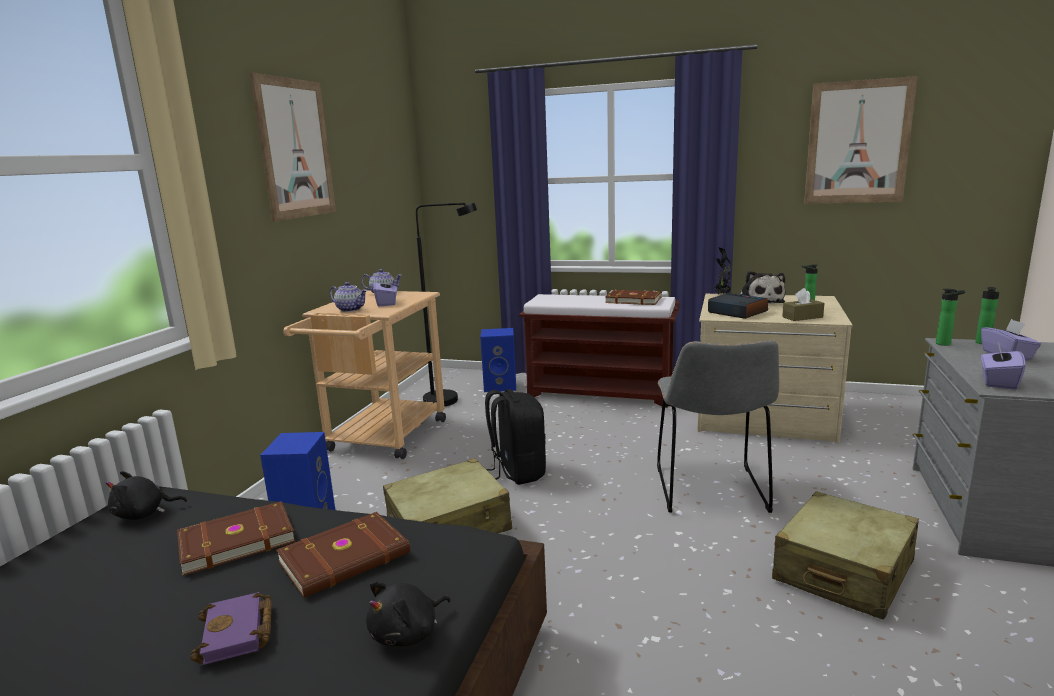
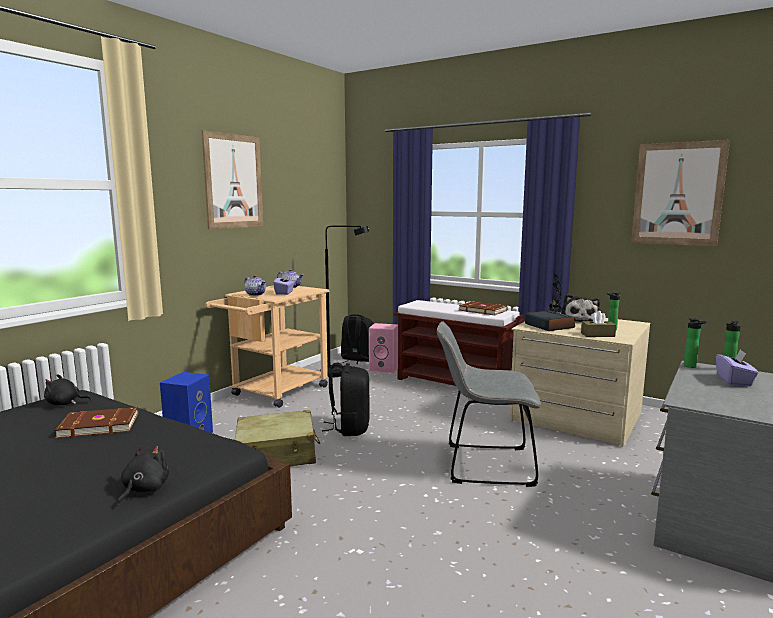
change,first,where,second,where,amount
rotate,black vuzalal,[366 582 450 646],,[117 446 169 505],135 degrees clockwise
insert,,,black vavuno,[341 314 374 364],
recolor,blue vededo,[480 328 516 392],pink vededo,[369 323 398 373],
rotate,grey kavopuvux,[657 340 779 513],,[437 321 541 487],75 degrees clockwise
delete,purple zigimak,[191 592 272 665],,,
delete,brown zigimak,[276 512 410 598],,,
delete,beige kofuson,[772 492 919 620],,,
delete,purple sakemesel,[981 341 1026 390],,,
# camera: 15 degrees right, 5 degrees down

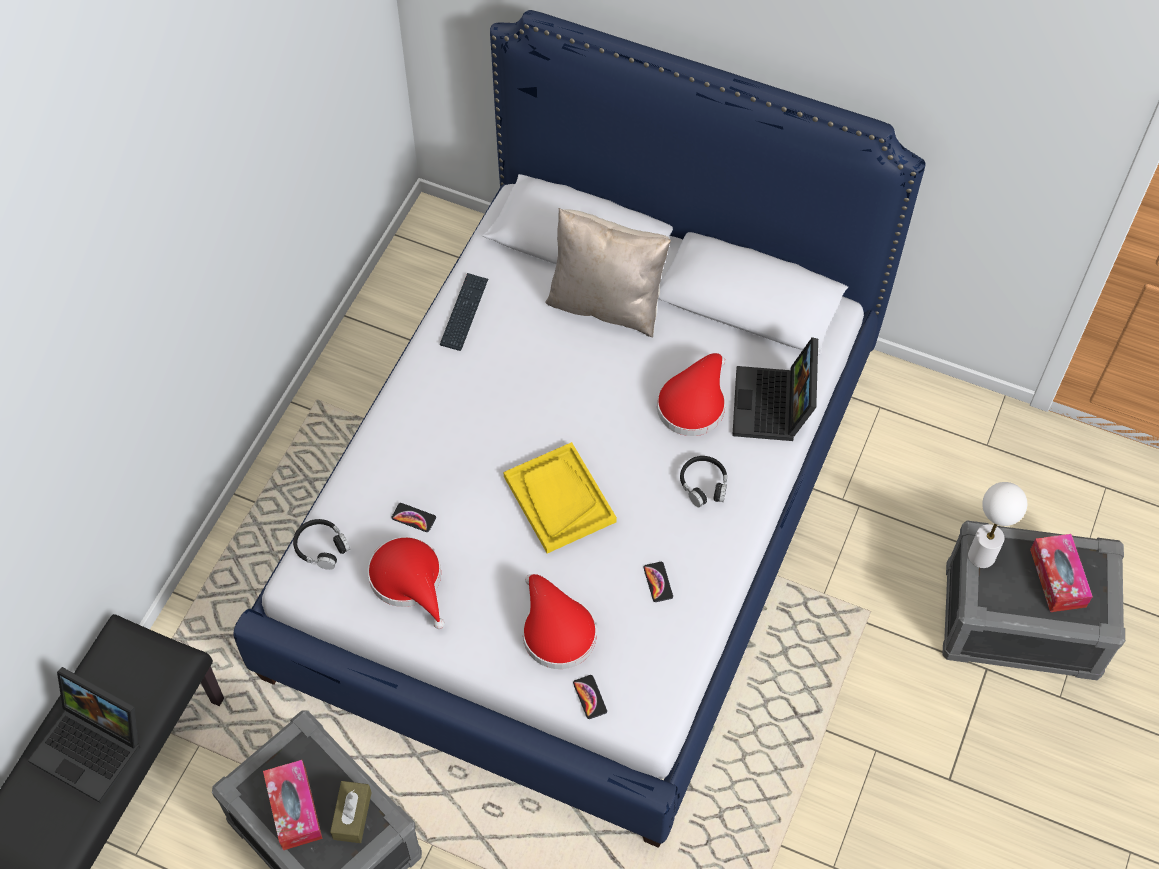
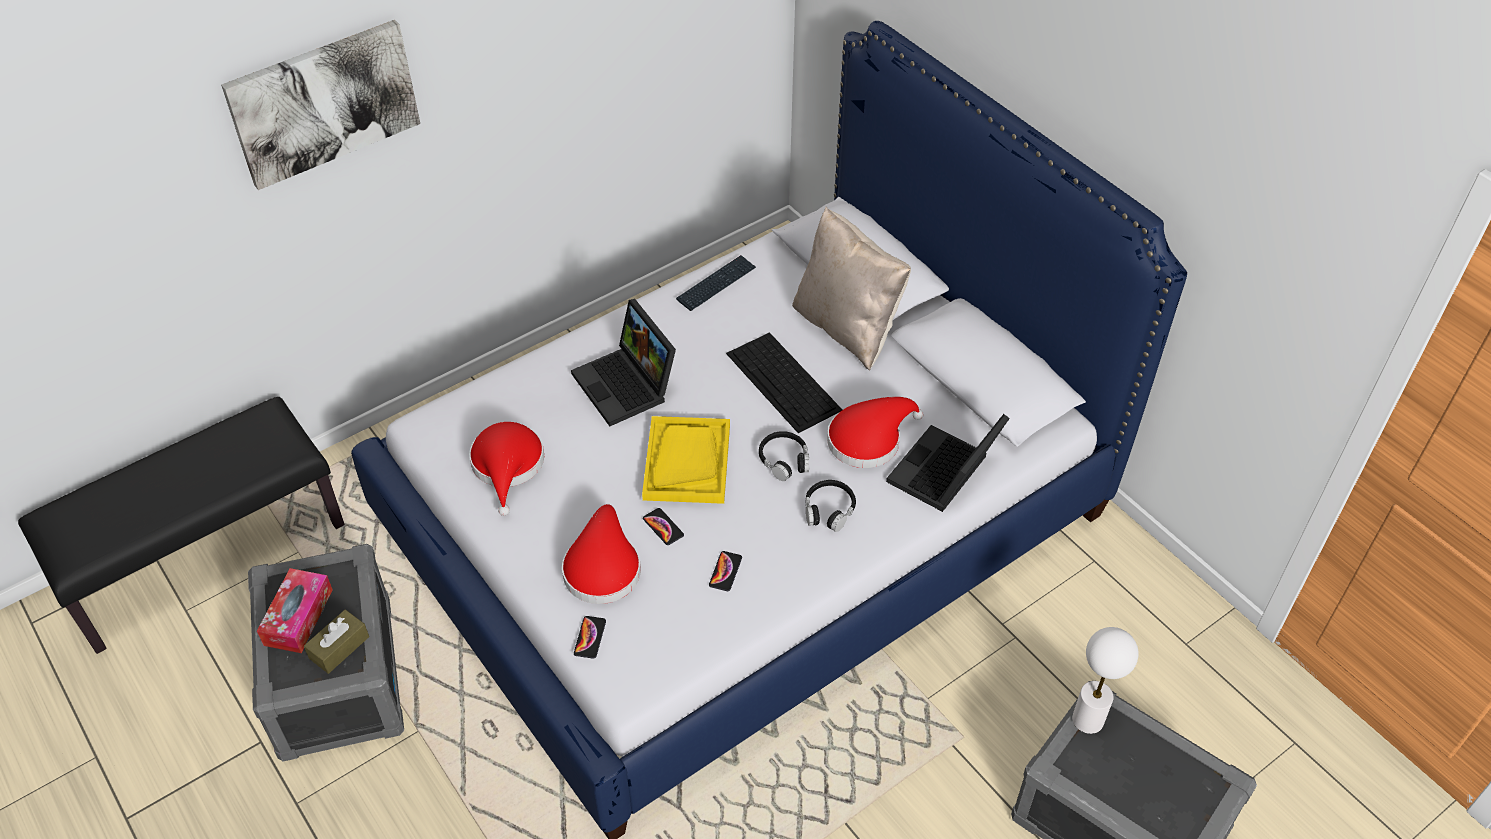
change,first,where,second,where,amount
insert,,,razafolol,[221 20 420 190],
move,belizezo,[28 667 140 803],,[571 299 676 426],
move,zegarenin,[392 503 436 532],,[643 508 684 545],
insert,,,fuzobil,[726 332 842 433],
move,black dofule,[293 519 350 570],,[759 431 809 481],
delete,sakemesel,[1030 534 1093 612],,,
# camera: 30 degrees right, 10 degrees down

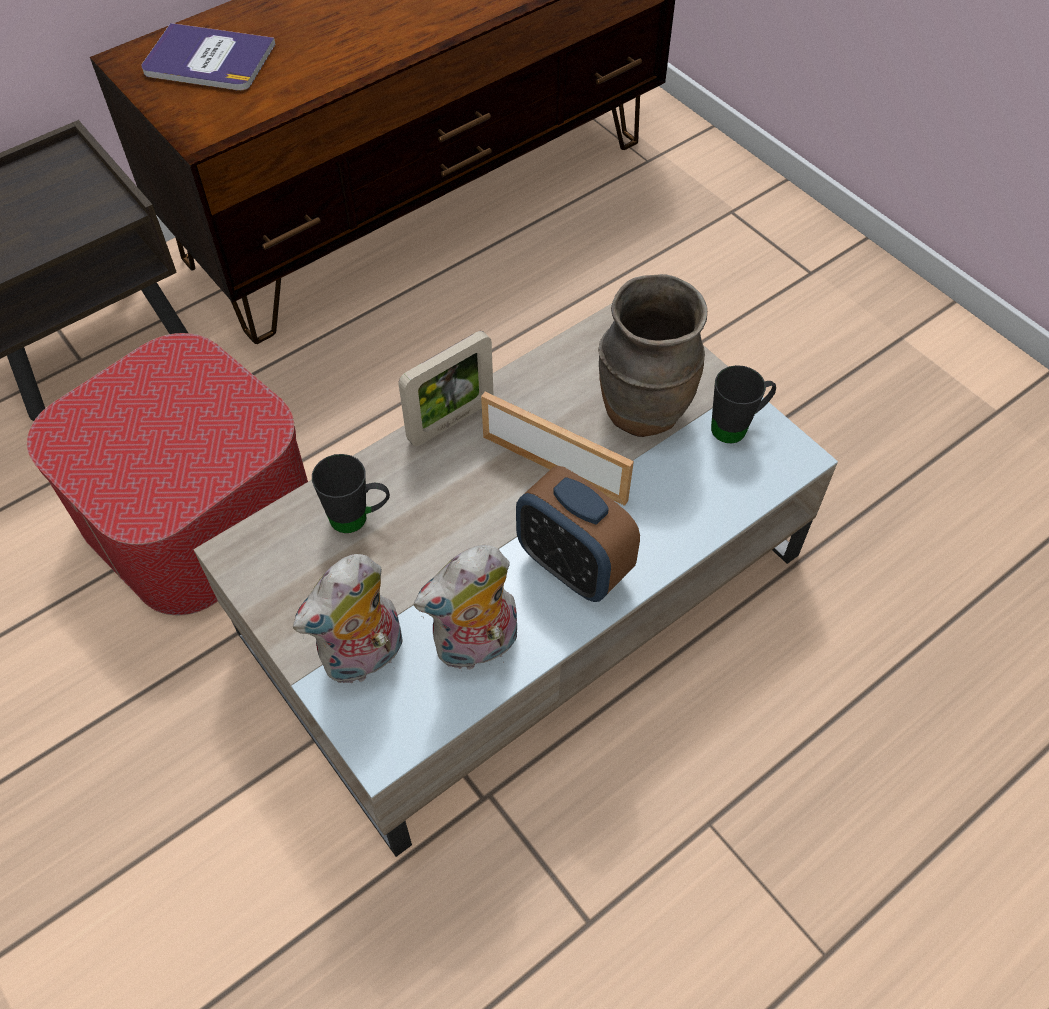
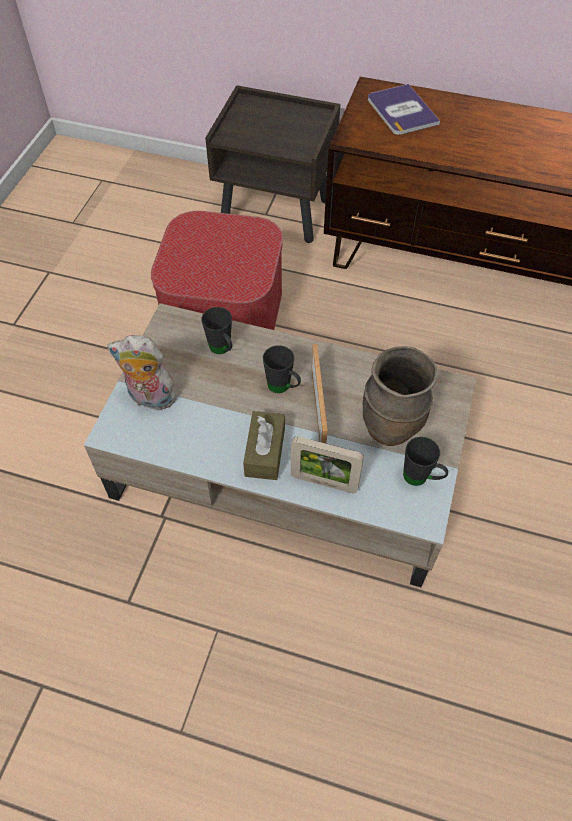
change,first,where,second,where,amount
replace,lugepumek,[516 466 640 602],brown sakemesel,[243 411 285 480],
insert,,,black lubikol,[263 345 301 393],
move,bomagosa,[398 331 494 446],,[291 436 364 493],
delete,vuzalal,[414 545 517 672],,,
# camera: 55 degrees right, 0 degrees up

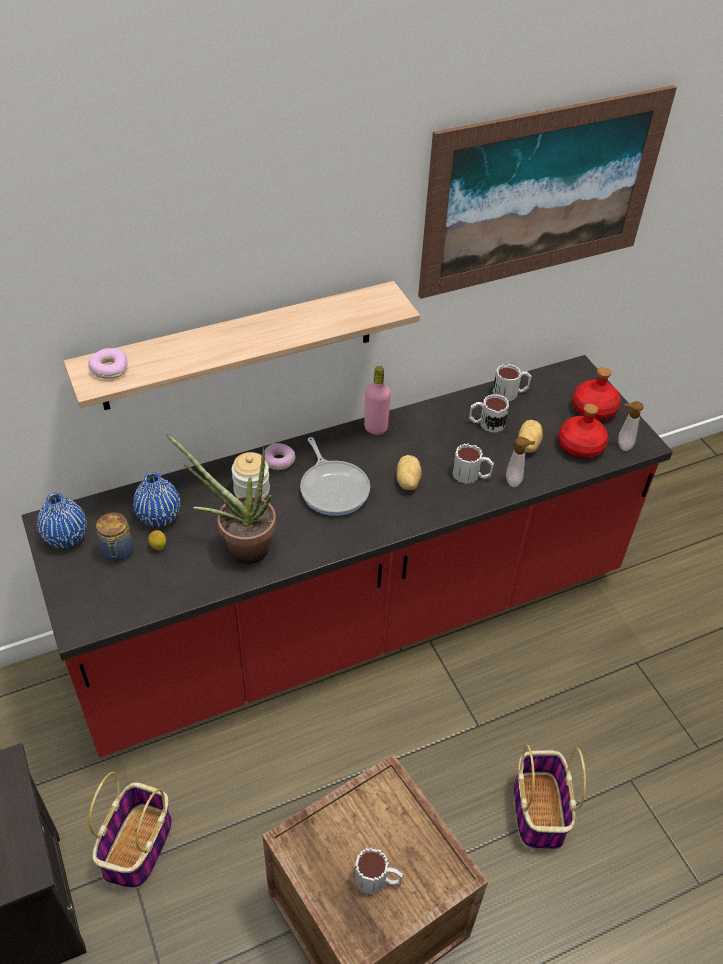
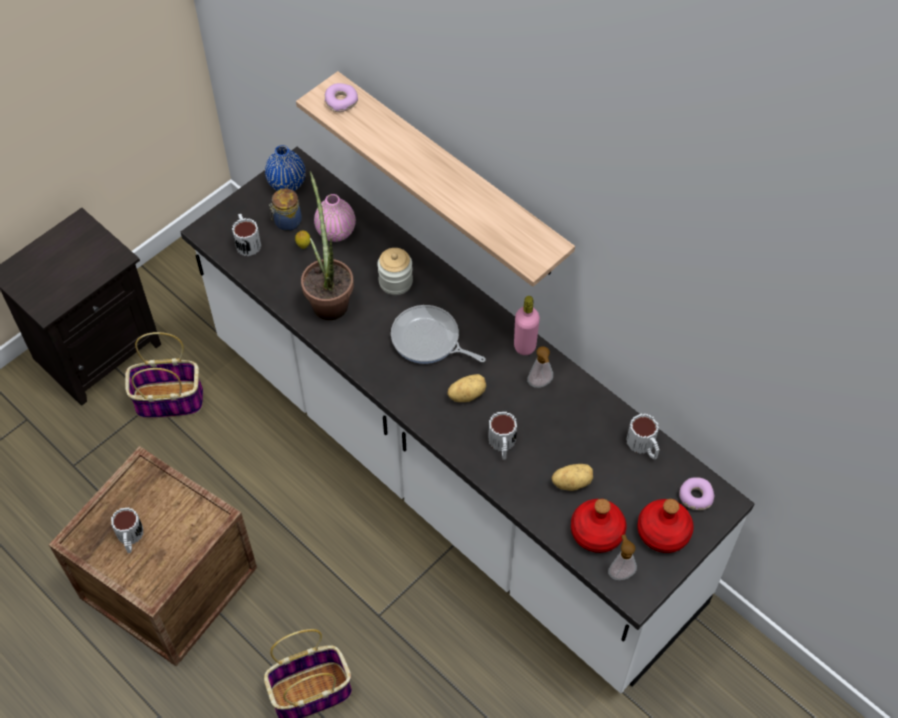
change,first,where,second,where,amount
recolor,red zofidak,[22 355 673 758],white zofidak,[181 147 754 693],
move,lubikol,[469 394 509 433],,[232 214 261 256],
recolor,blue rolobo,[133 472 180 527],pink rolobo,[314 194 356 242],
rotate,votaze,[300 437 370 516],,[391 305 486 364],75 degrees clockwise
move,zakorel,[506 437 535 487],,[527 346 553 388],
move,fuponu,[265 443 295 470],,[679 477 715 510],
delete,razafolol,[418 85 677 299],,,
# camera: 70 degrees right, 10 degrees up

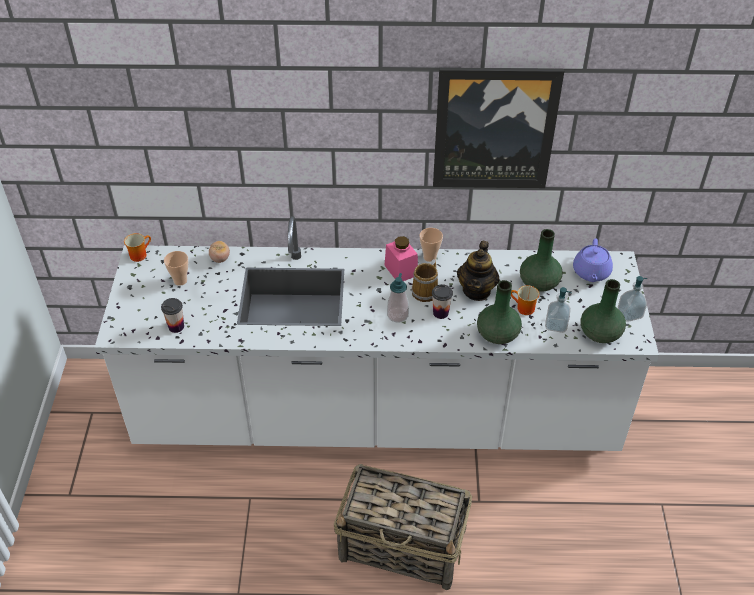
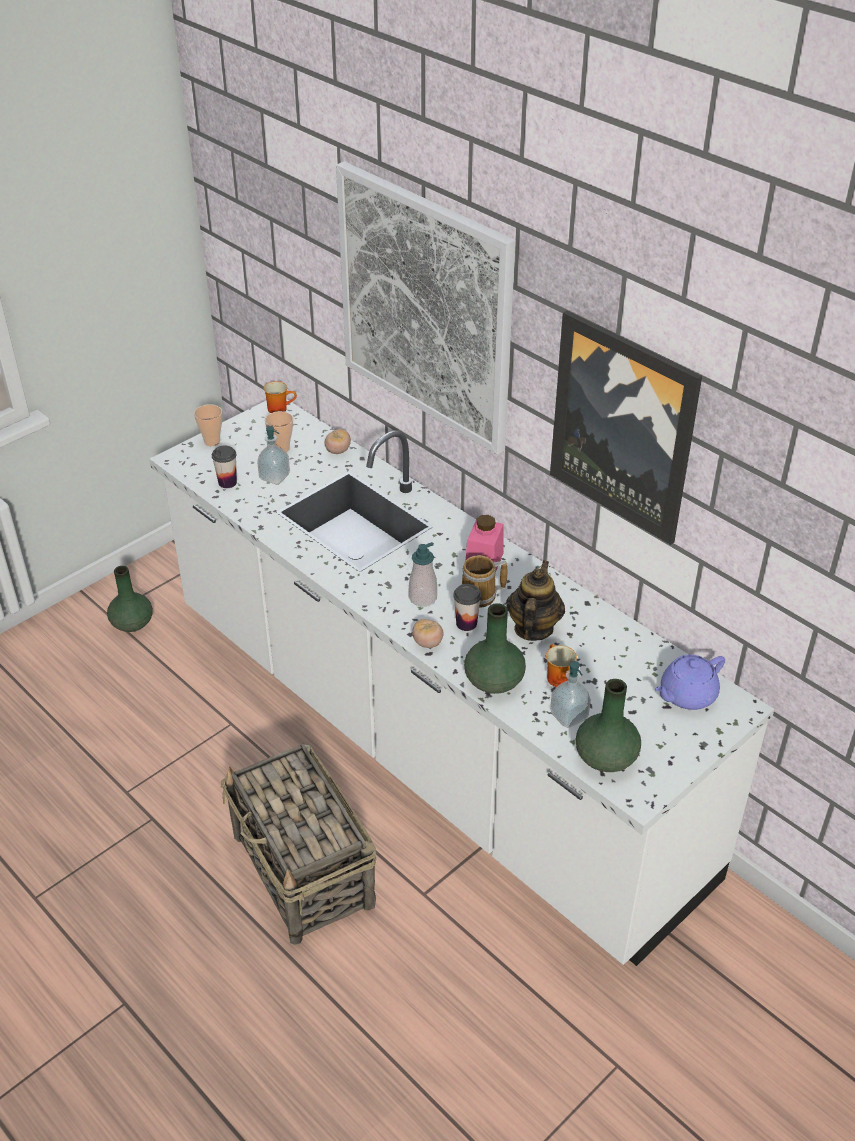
change,first,where,second,where,amount
move,green rolobo,[520 229 563 292],,[107 566 153 632],
move,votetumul,[419 228 443 262],,[194 404 223 446],
move,zakorel,[618 276 647 321],,[257 426 290 485],
insert,,,razafolol,[336 161 515 455],
insert,,,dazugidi,[412 619 444 648],
rotate,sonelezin,[457 241 500 301],,[507 560 565 641],135 degrees clockwise
# camera: 45 degrees right, 5 degrees down

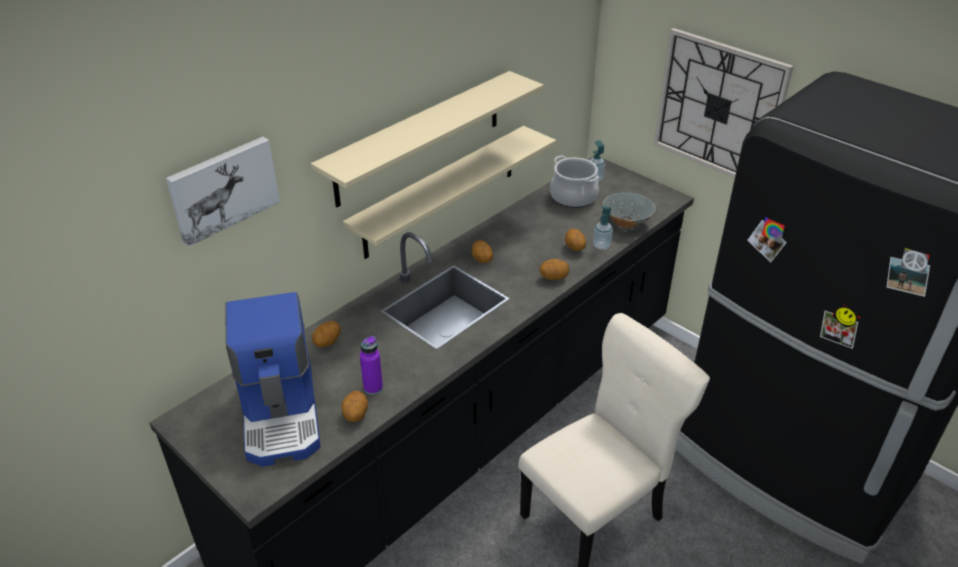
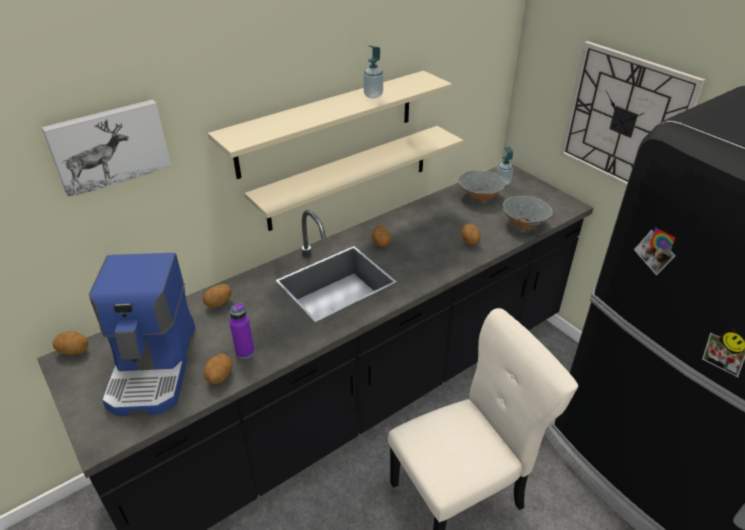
change,first,where,second,where,amount
move,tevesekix,[540 259 570 280],,[53 331 88 355],
move,zakorel,[593 206 613 250],,[363 46 383 98],
replace,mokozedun,[550 155 599 208],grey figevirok,[458 170 505 201],
# camera: 10 degrees right, 0 degrees up

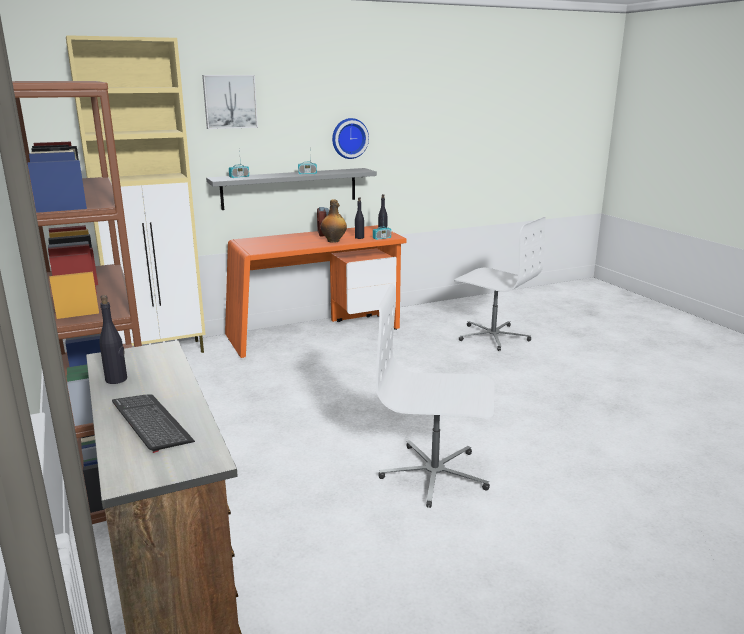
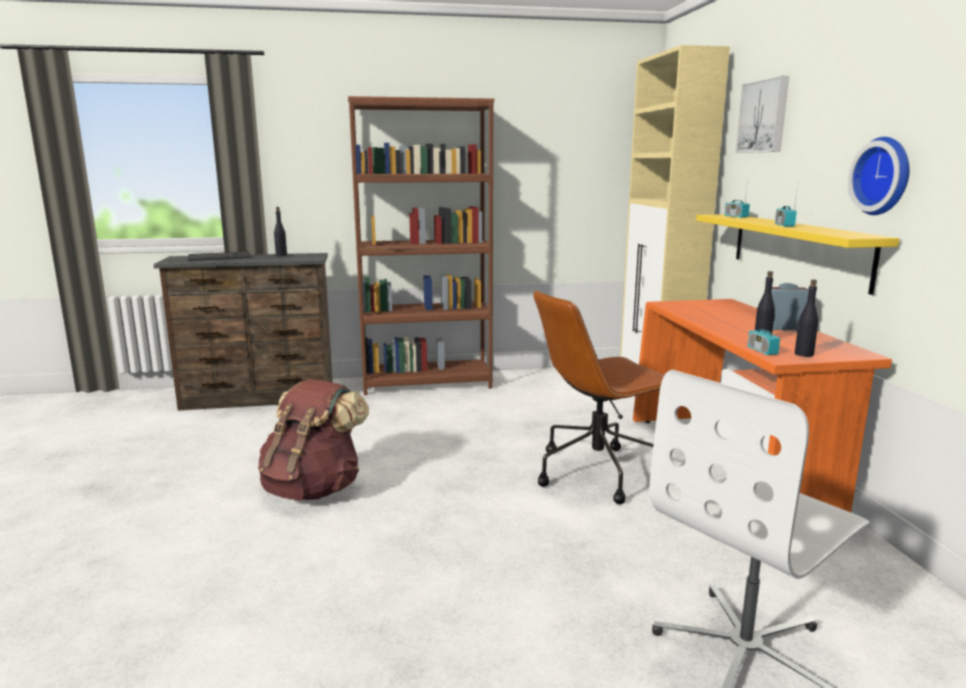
change,first,where,second,where,amount
replace,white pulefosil,[376 284 495 508],brown vavuno,[258 379 369 501],
insert,,,brown pulefosil,[534 290 664 504],
recolor,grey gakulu,[206 168 377 210],yellow gakulu,[696 214 899 295],
delete,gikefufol,[320 199 347 243],,,
# camera: 105 degrees right, 5 degrees down

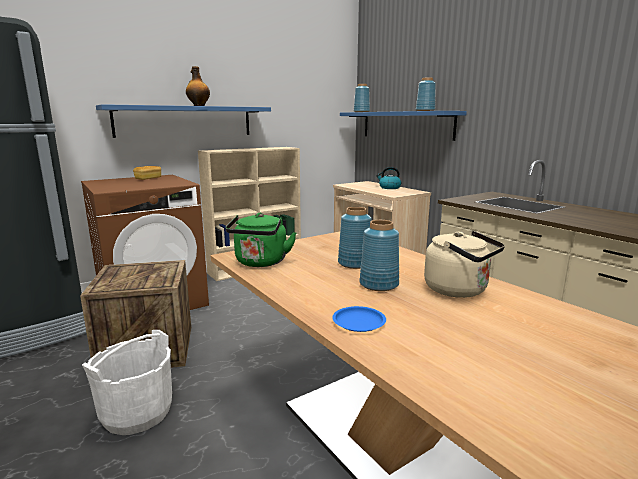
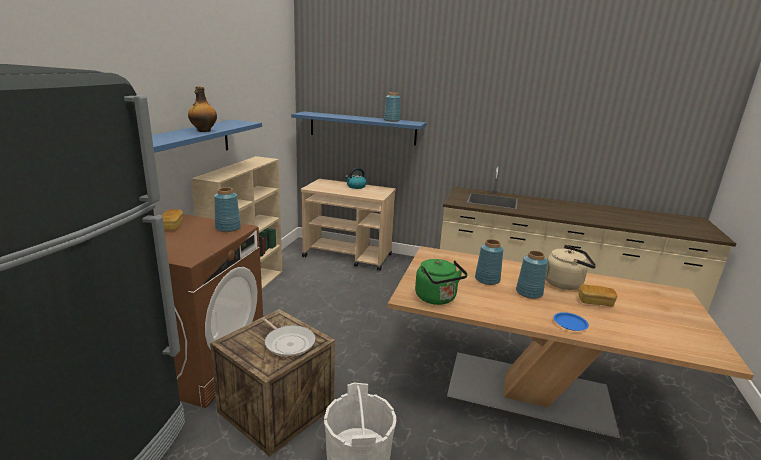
change,first,where,second,where,amount
move,blue rolobo,[354 84 370 112],,[214 187 241 232],
insert,,,votaze,[262 318 316 357],
insert,,,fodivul,[579 284 617 307],
# camera: 40 degrees left, 5 degrees up

